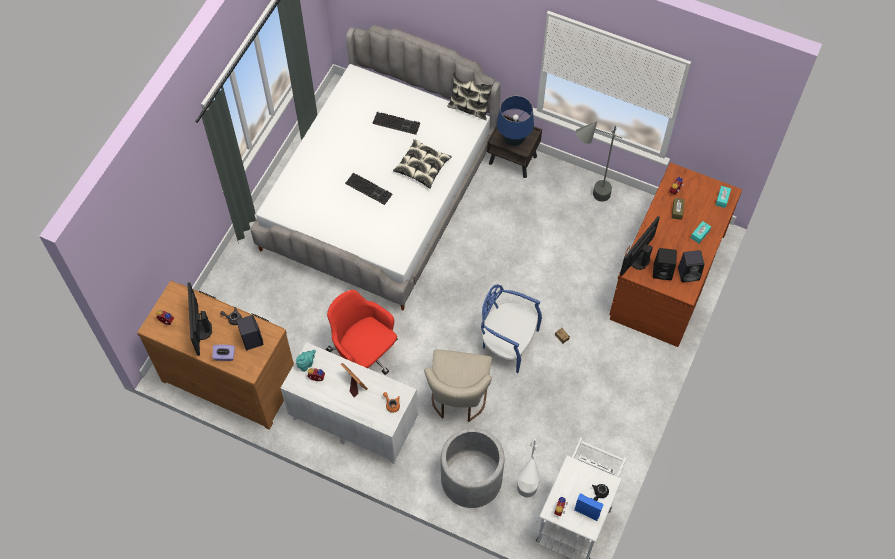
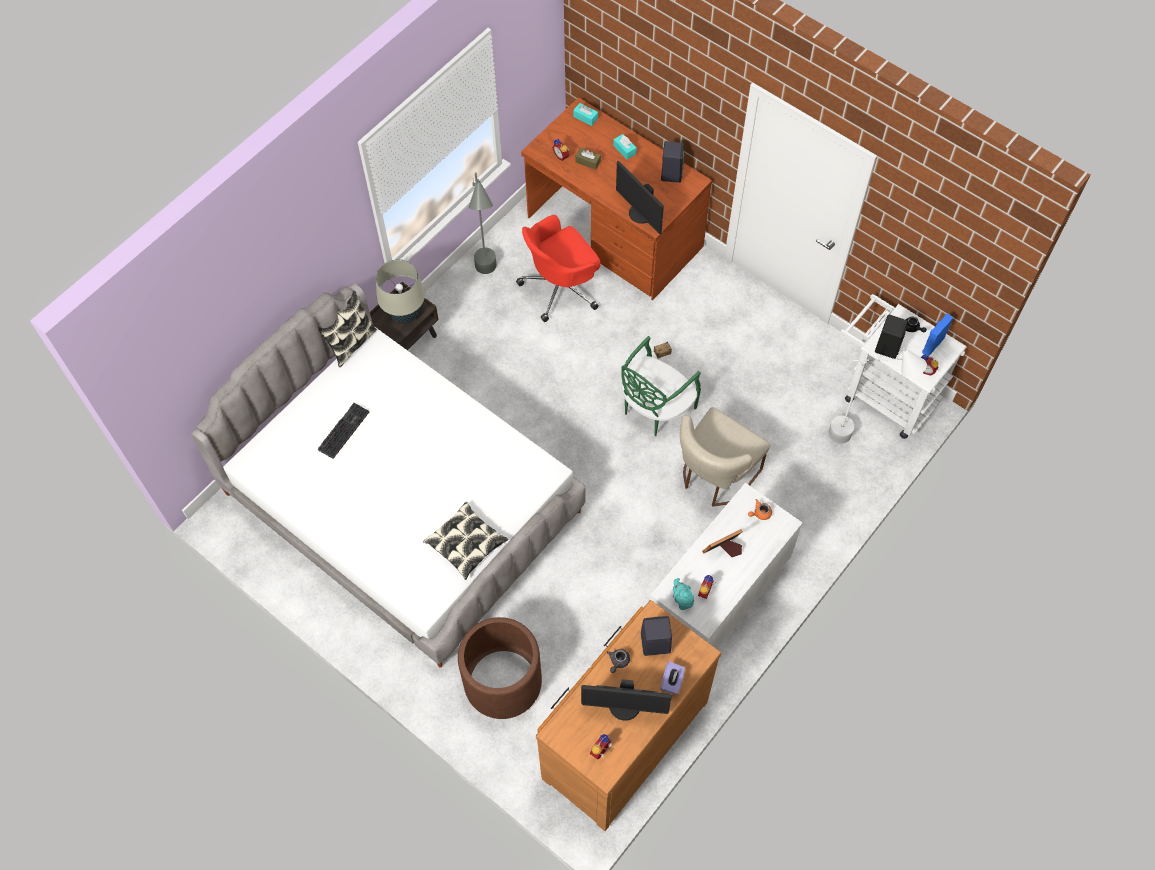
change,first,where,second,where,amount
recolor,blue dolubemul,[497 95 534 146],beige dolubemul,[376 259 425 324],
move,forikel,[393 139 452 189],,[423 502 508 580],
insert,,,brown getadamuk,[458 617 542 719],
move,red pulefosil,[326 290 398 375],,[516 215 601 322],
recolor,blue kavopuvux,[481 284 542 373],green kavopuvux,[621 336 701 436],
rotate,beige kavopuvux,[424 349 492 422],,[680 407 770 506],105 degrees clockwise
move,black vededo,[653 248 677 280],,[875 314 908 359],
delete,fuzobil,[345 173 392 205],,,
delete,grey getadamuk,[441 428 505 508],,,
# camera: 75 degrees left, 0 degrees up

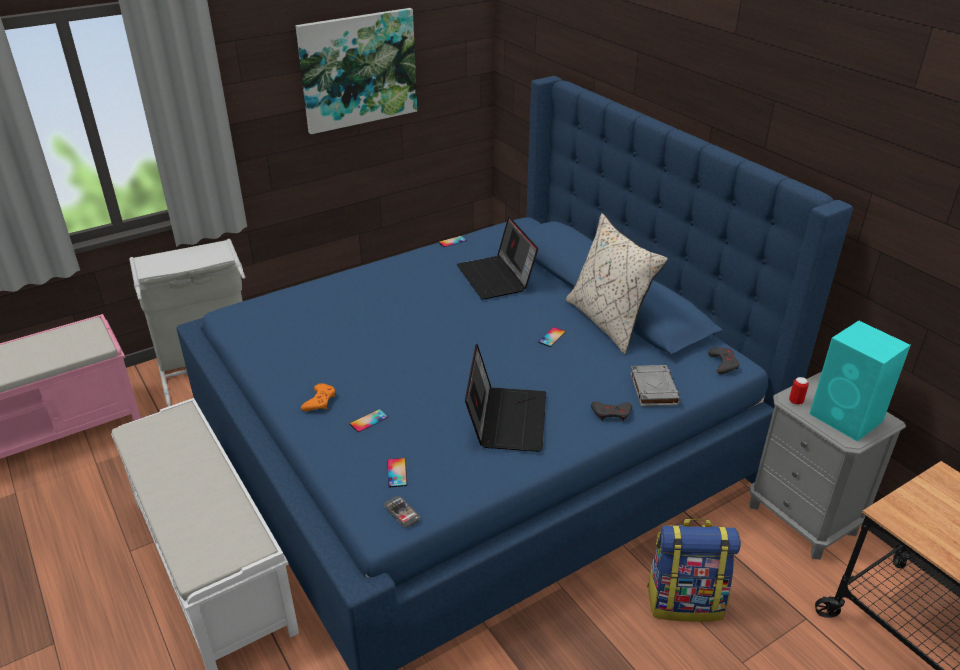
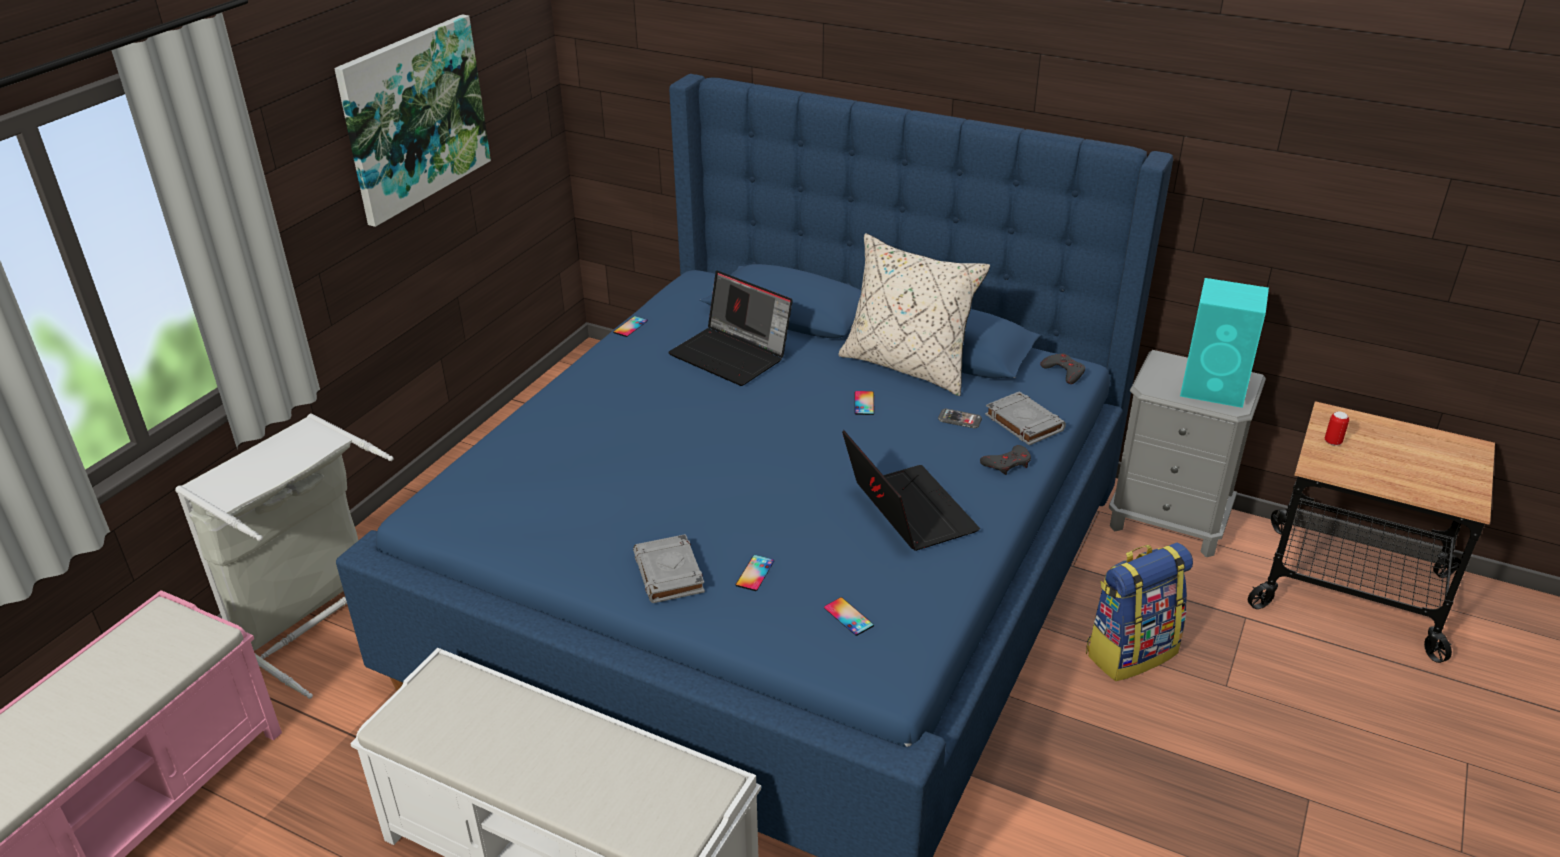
change,first,where,second,where,amount
replace,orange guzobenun,[301 383 335 411],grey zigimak,[633 534 705 603],
move,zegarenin,[384 496 421 528],,[938 409 982 428],
move,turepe,[789 377 809 405],,[1325 411 1349 446],
# camera: 30 degrees left, 0 degrees up

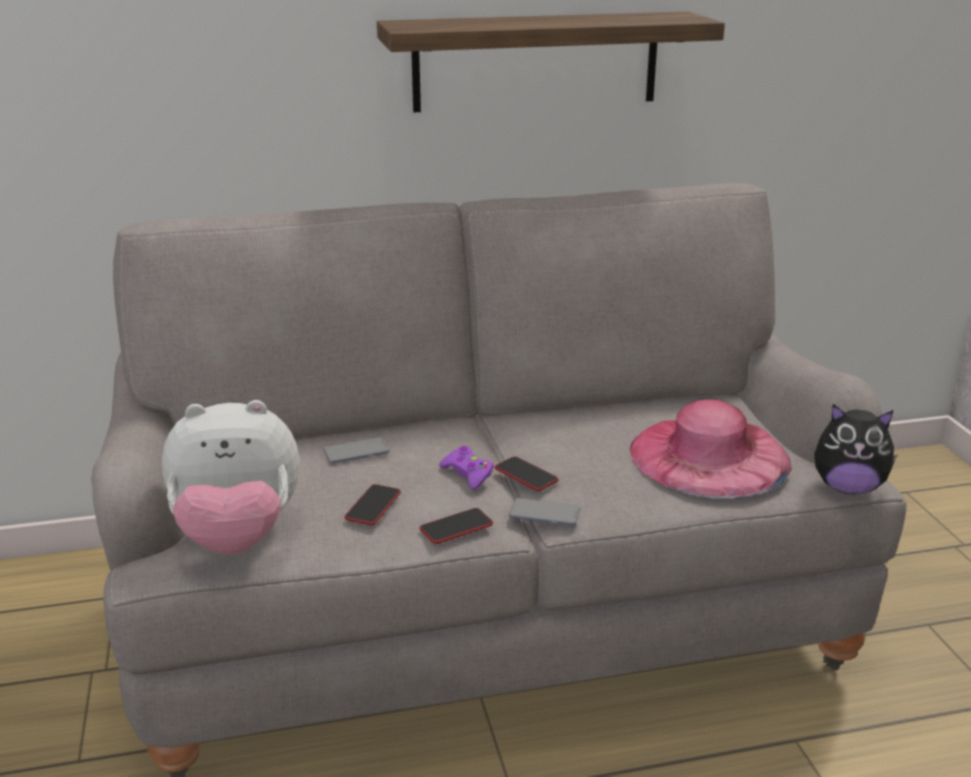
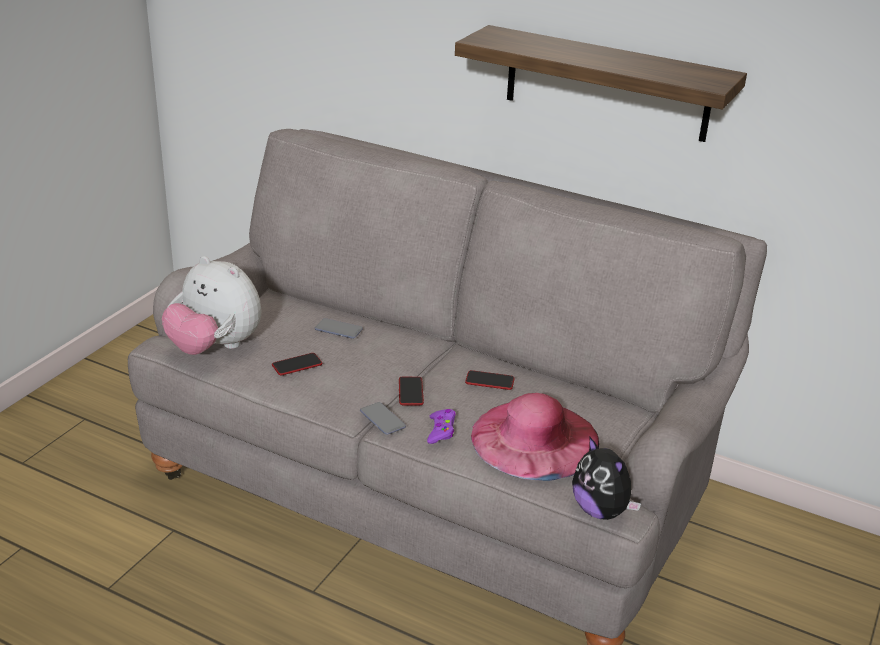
change,first,where,second,where,amount
move,purple guzobenun,[439 446 494 490],,[427 409 456 444],
move,zegarenin,[420 508 493 544],,[465 370 515 390],
# camera: 40 degrees right, 5 degrees up

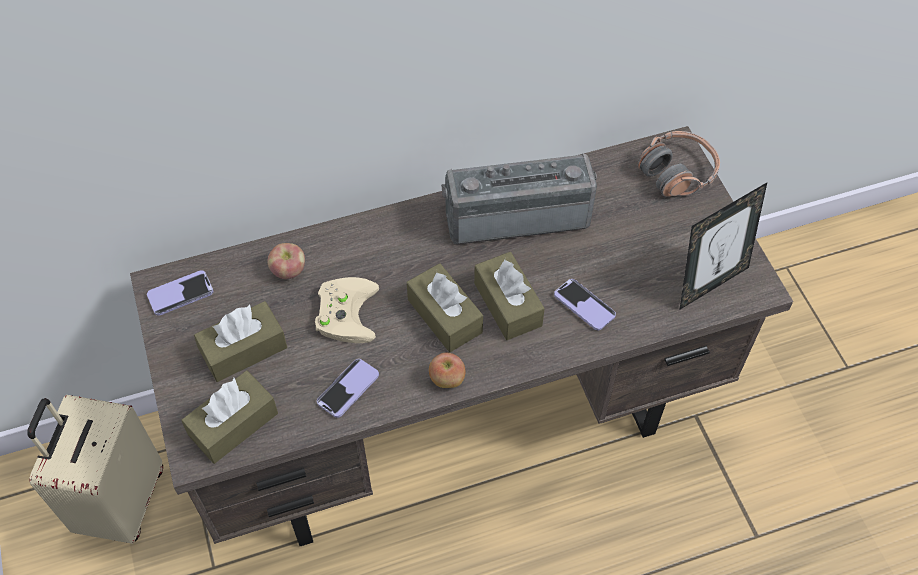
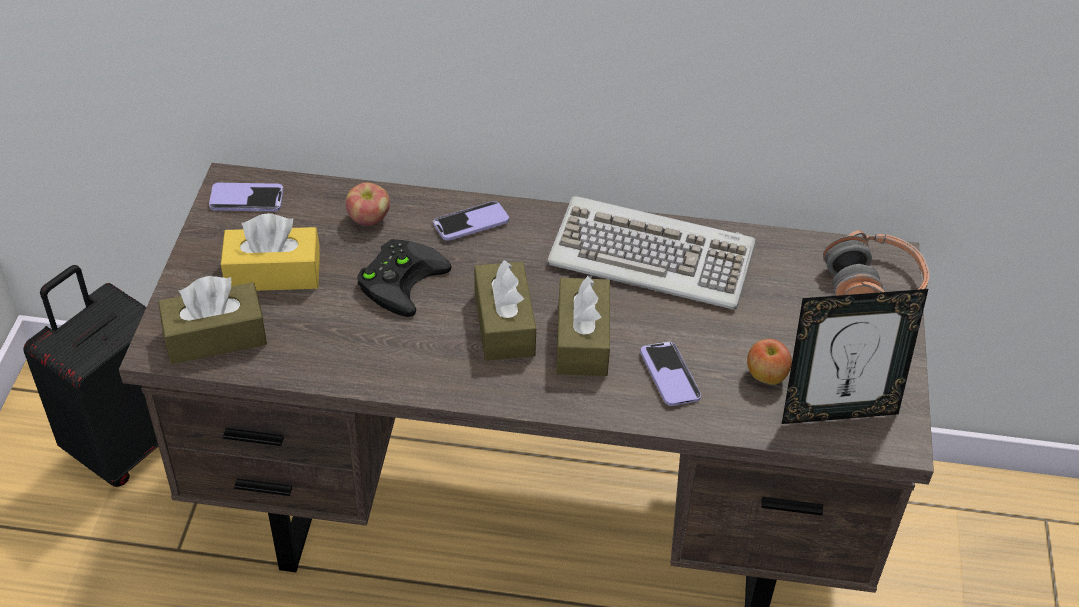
change,first,where,second,where,amount
recolor,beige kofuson,[27 395 163 544],black kofuson,[23 265 158 487],
recolor,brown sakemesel,[194 301 287 382],yellow sakemesel,[221 213 320 291],
recolor,beige guzobenun,[315 277 379 343],black guzobenun,[357 239 452 317],
move,zegarenin,[317 359 379 418],,[433 201 509 241],
replace,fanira,[441 153 597 245],fuzobil,[547 196 756 309],
move,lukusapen,[429 353 465 388],,[747 339 792 385],
# camera: 25 degrees right, 10 degrees down

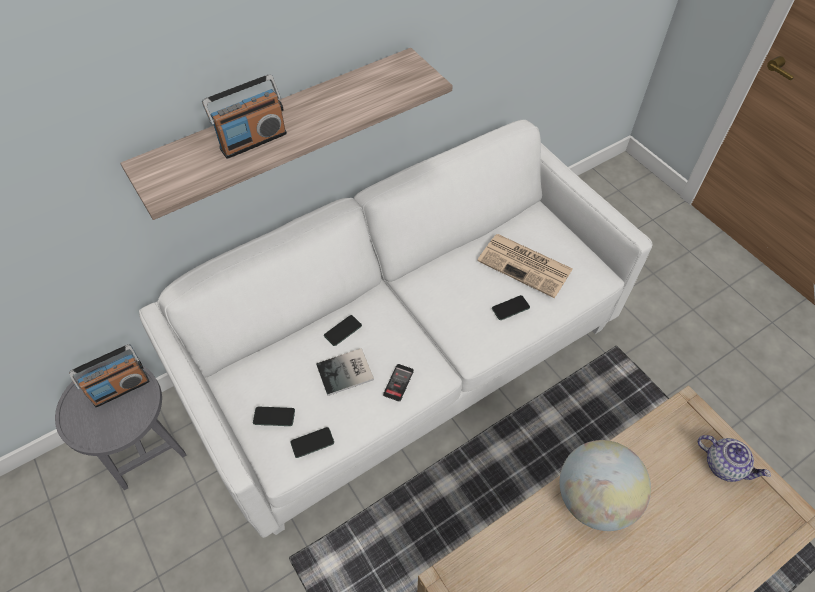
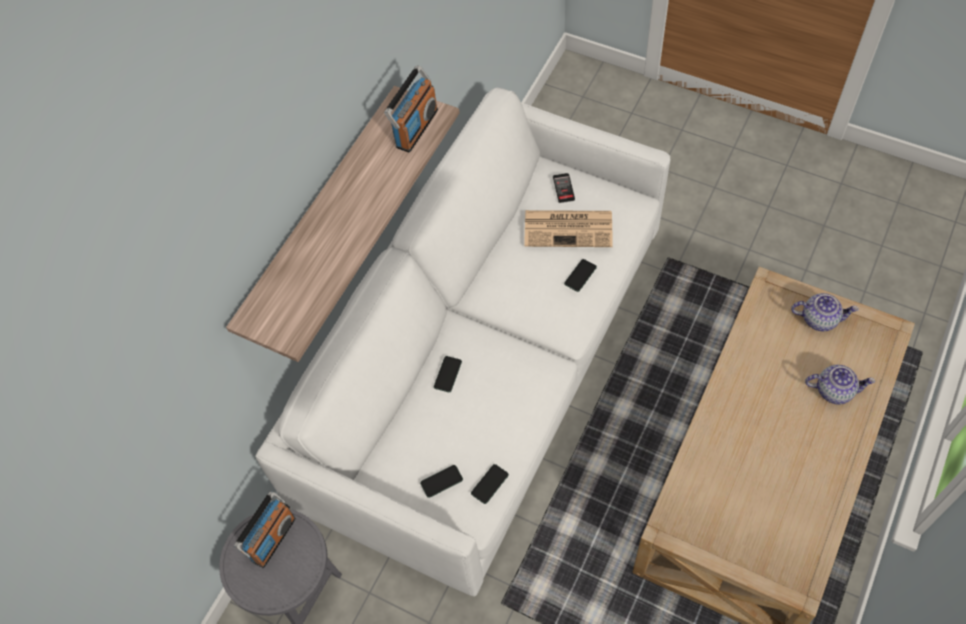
change,first,where,second,where,amount
move,fanira,[202 74 287 159],,[384 66 438 153],
move,zegarenin,[383 364 414 402],,[553 173 575 203],
insert,,,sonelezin,[805 365 875 404],
delete,zigimak,[316 348 374 396],,,
delete,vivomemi,[560 440 651 531],,,
# camera: 25 degrees left, 5 degrees up

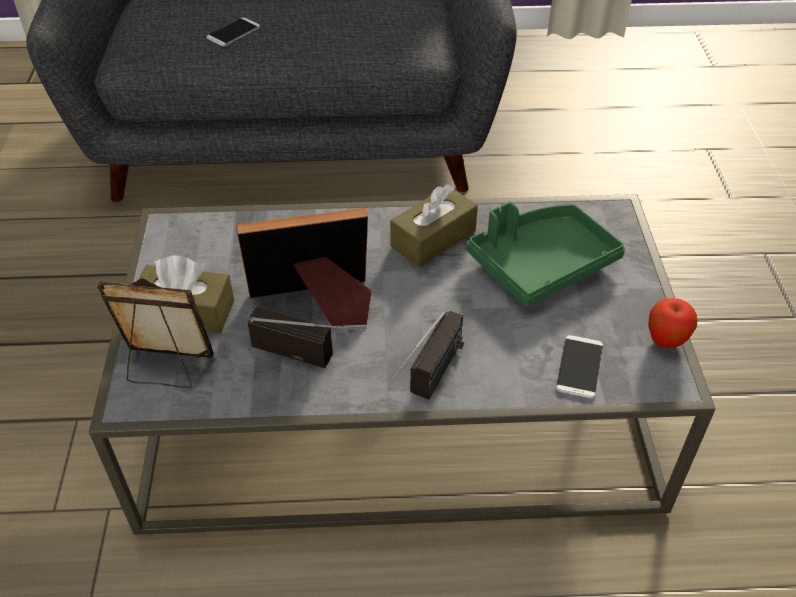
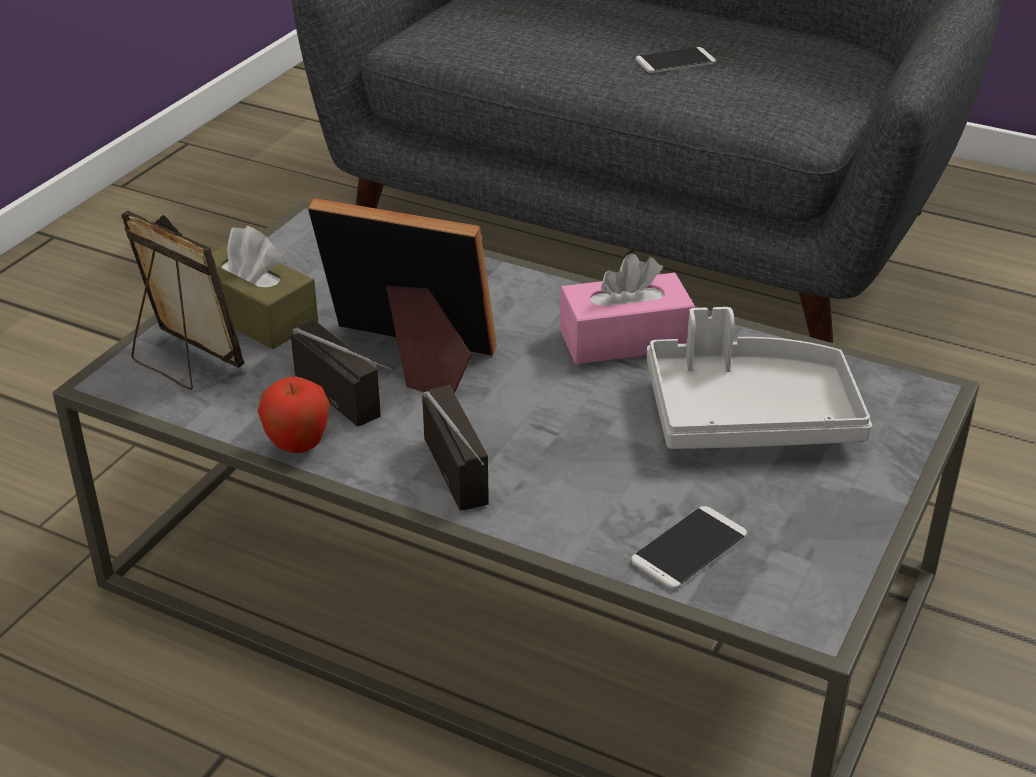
change,first,where,second,where,amount
move,lukusapen,[648 298 697 348],,[258 377 330 453],
rotate,fanira,[391 310 464 399],,[422 385 489 510],75 degrees counterclockwise
recolor,brown sakemesel,[390 184 478 268],pink sakemesel,[560 253 695 364],
move,zegarenin,[207 17 260 46],,[635 47 716 73],
recolor,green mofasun,[467 202 625 307],grey mofasun,[647 307 872 449],
# camera: 30 degrees right, 10 degrees down

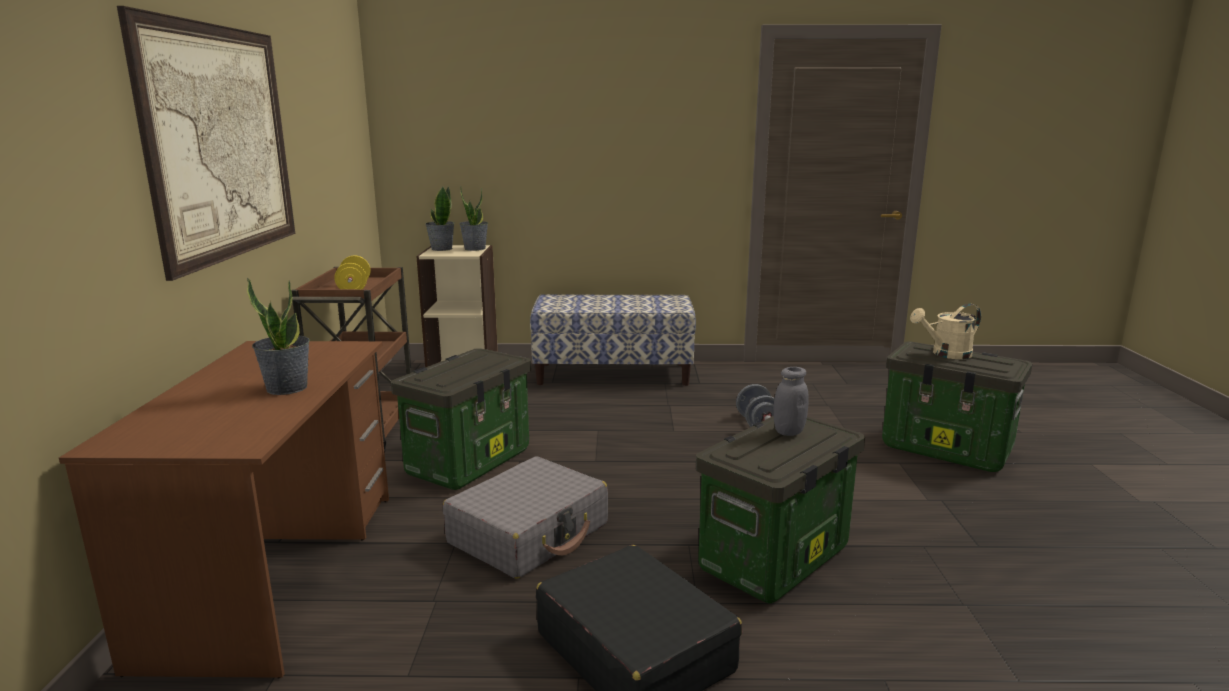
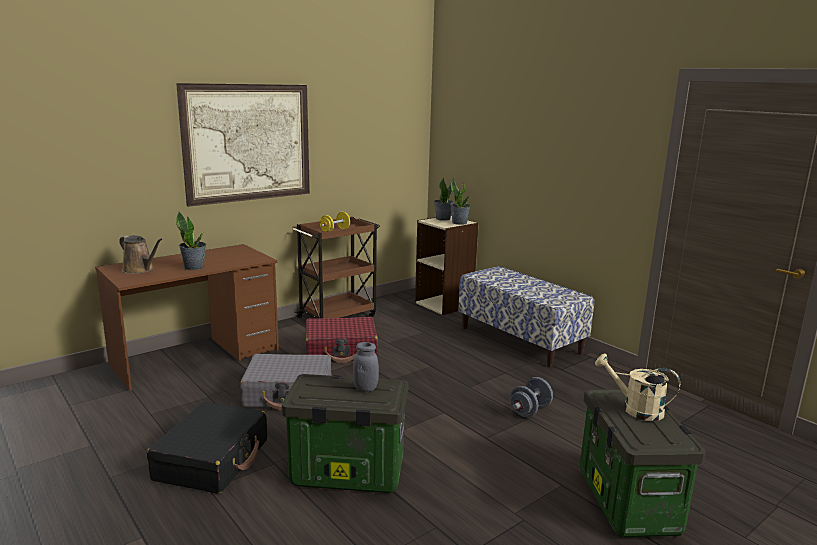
change,first,where,second,where,amount
insert,,,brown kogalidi,[119 235 162 274],
replace,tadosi,[391 348 531 490],red kofuson,[305 317 378 363],
# camera: 50 degrees right, 0 degrees up

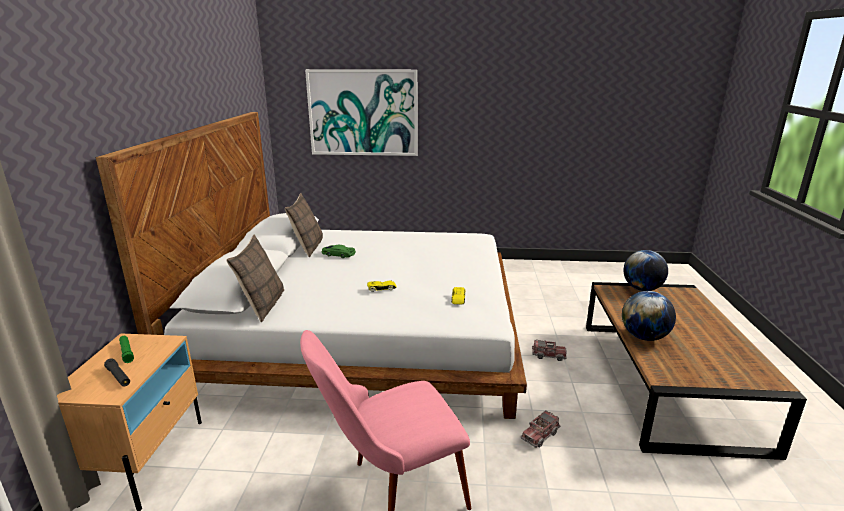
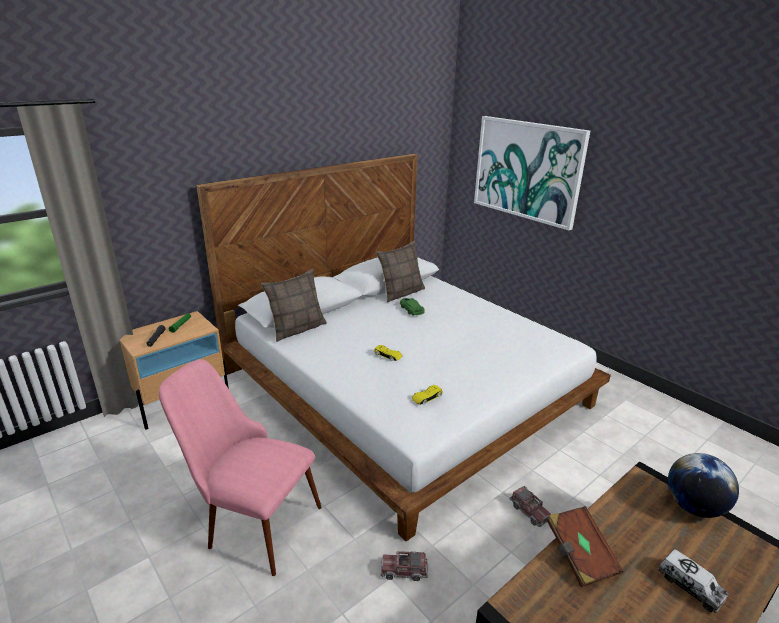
change,first,where,second,where,amount
replace,vivomemi,[622 291 676 341],brown zigimak,[547 506 623 587],
insert,,,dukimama,[658 549 729 613],
# camera: 45 degrees right, 5 degrees up

